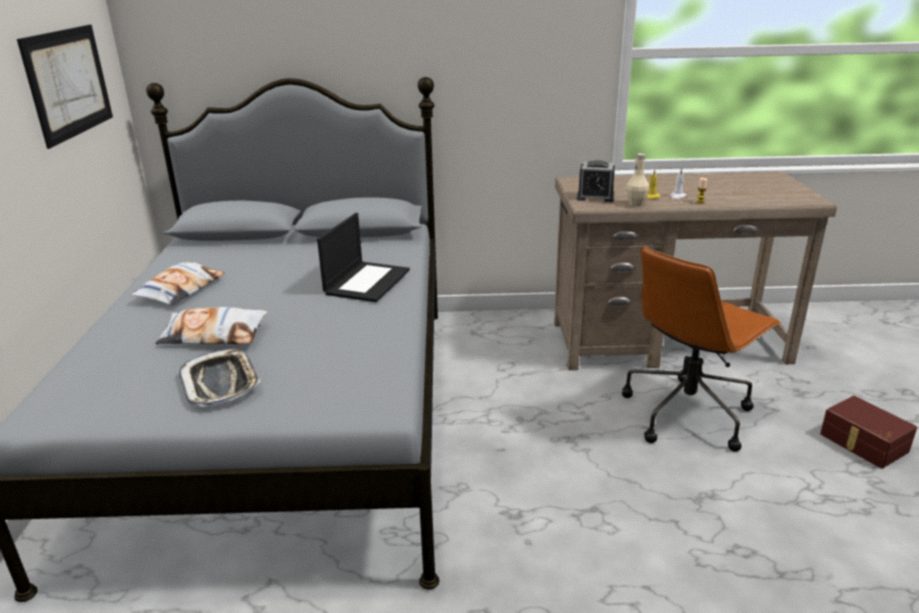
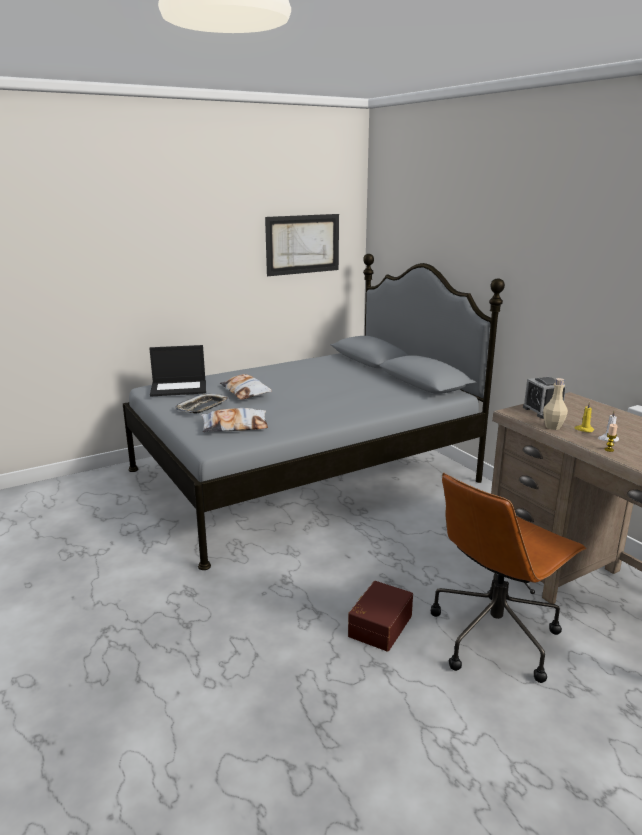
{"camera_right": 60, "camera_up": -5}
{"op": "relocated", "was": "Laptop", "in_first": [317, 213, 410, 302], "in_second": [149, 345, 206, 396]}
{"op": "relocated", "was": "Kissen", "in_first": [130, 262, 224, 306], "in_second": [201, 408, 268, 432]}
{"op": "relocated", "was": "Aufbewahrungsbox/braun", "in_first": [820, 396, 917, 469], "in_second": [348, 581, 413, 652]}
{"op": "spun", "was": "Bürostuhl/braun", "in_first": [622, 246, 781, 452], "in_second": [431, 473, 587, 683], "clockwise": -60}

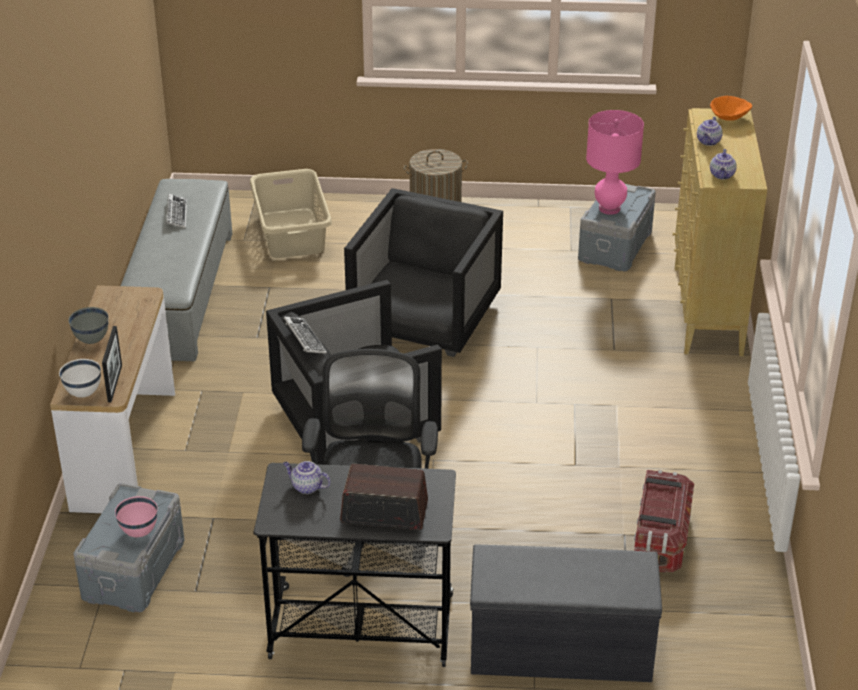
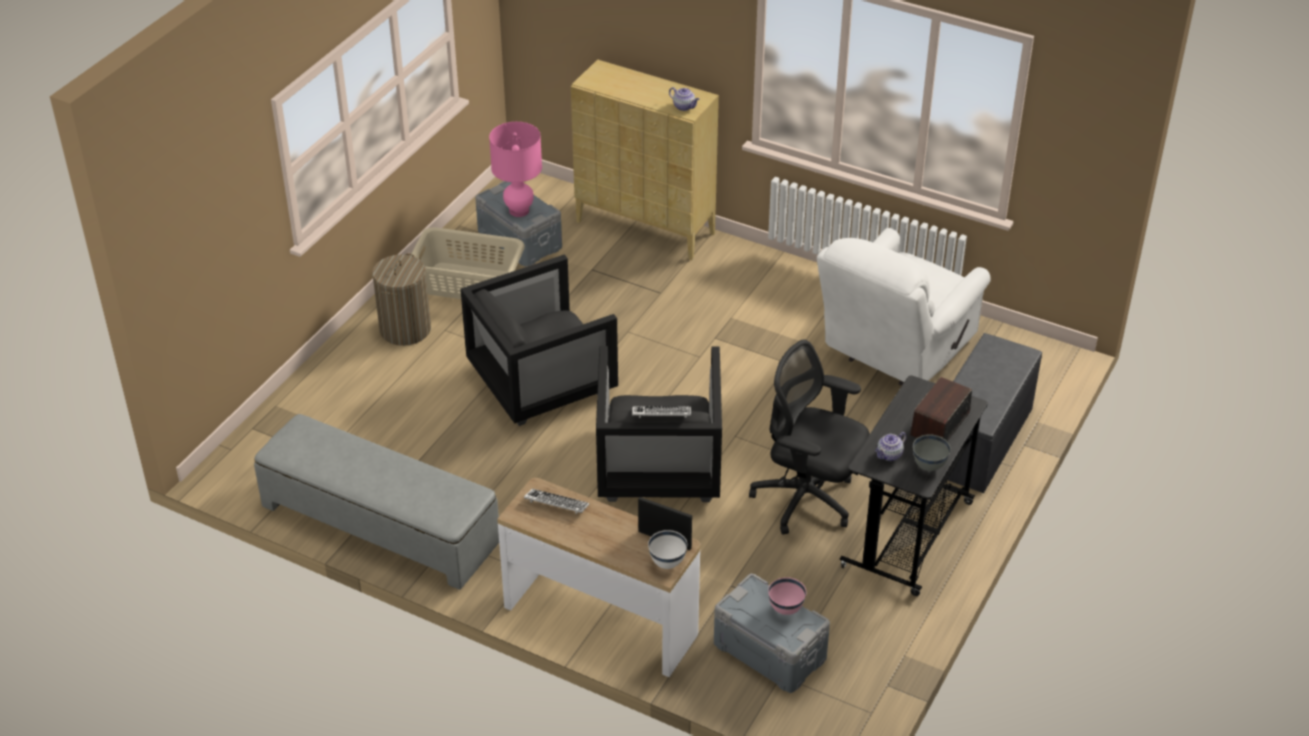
{"camera_right": -65, "camera_up": 5}
{"op": "relocated", "was": "Wäschekorb/beige", "in_first": [250, 169, 332, 258], "in_second": [412, 227, 525, 299]}
{"op": "spun", "was": "Sessel/schwarz", "in_first": [344, 188, 503, 357], "in_second": [460, 255, 618, 426], "clockwise": -75}
{"op": "relocated", "was": "Tastatur", "in_first": [166, 194, 187, 229], "in_second": [524, 489, 589, 514]}
{"op": "exchanged", "was": "Aufbewahrungsbox", "now": "Sessel/weiß", "in_first": [634, 470, 694, 572], "in_second": [817, 228, 990, 385]}
{"op": "relocated", "was": "Schüssel/grau", "in_first": [68, 307, 108, 344], "in_second": [913, 434, 951, 471]}
{"op": "missing", "was": "Teekanne", "in_first": [697, 117, 723, 146]}
{"op": "missing", "was": "Schüssel/orange", "in_first": [710, 96, 752, 121]}

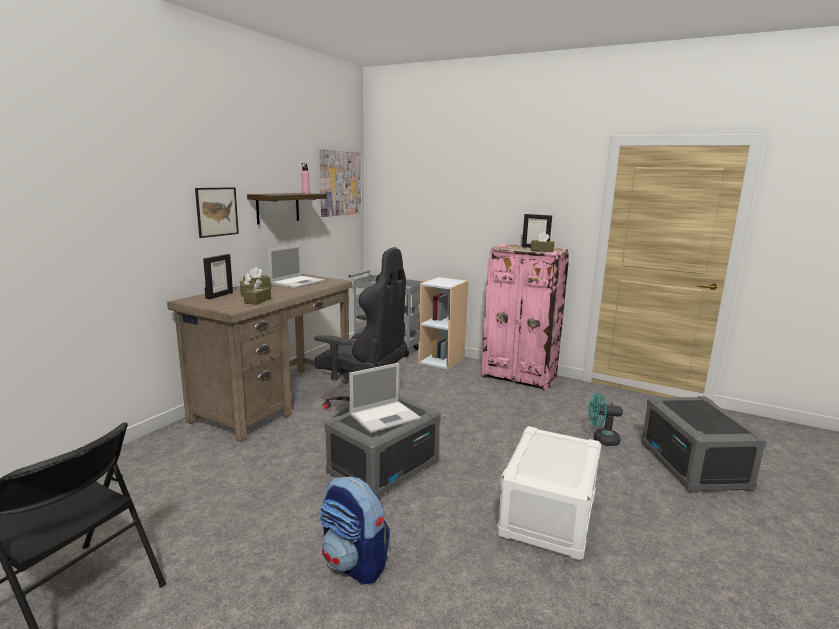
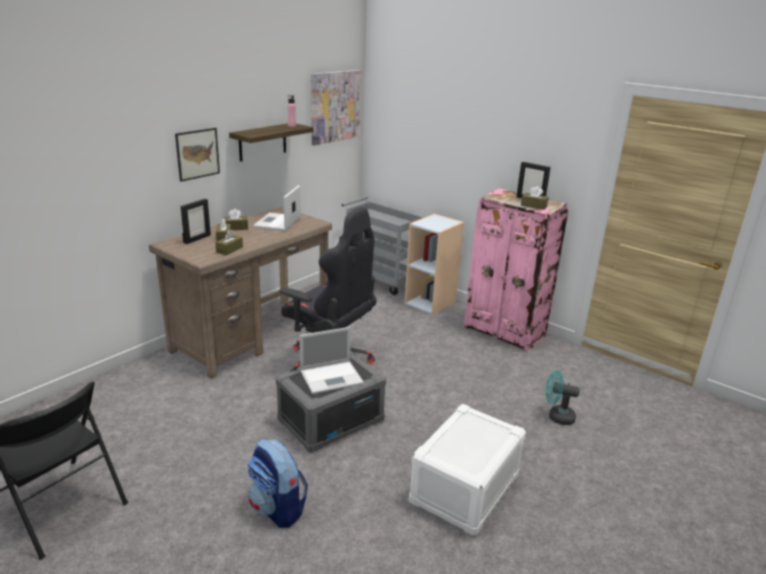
{"camera_right": 10, "camera_up": 10}
{"op": "spun", "was": "Laptop", "in_first": [268, 245, 325, 289], "in_second": [253, 185, 301, 231], "clockwise": 150}
{"op": "missing", "was": "Aufbewahrungsbox/grau", "in_first": [641, 396, 767, 492]}

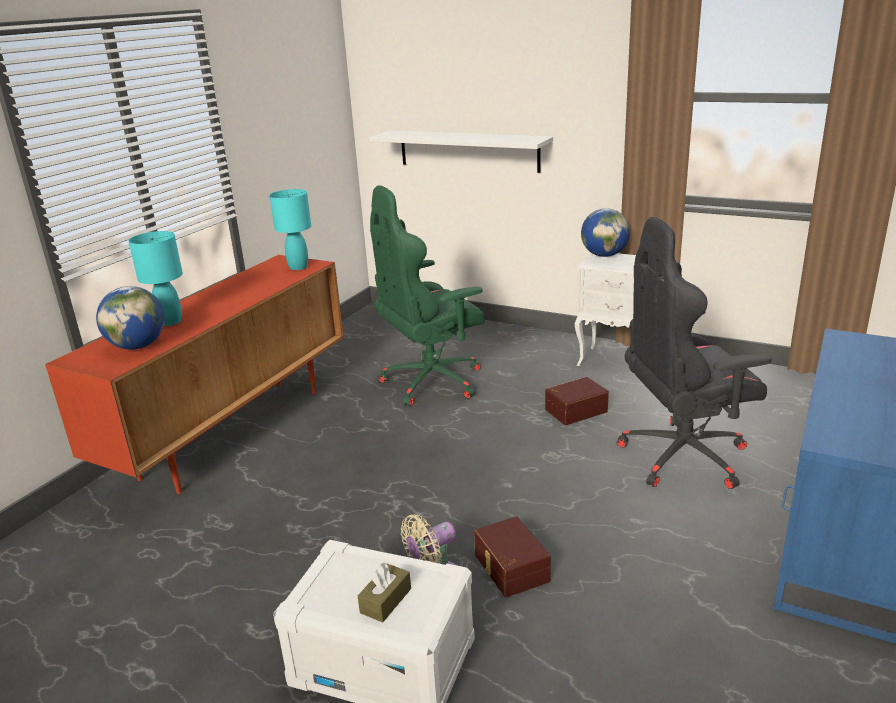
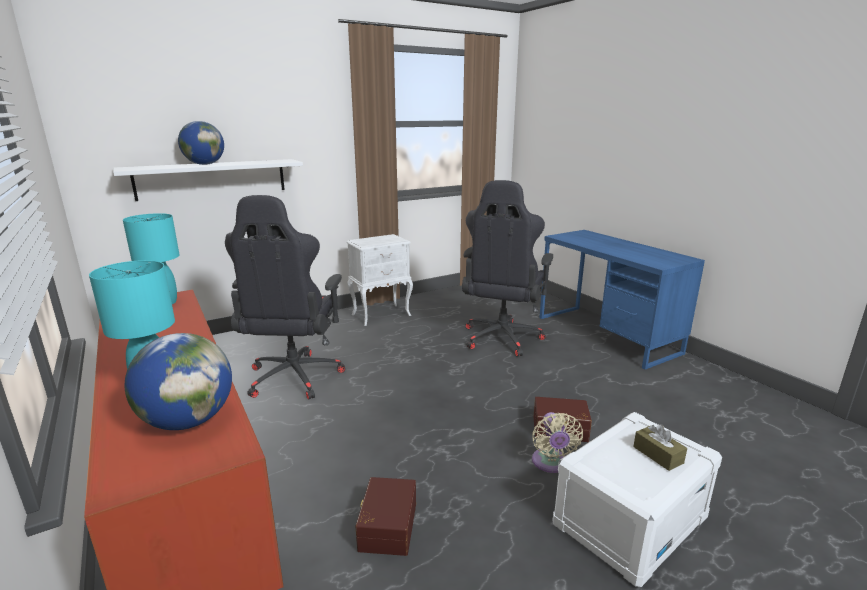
{"camera_right": -60, "camera_up": -5}
{"op": "relocated", "was": "Globus", "in_first": [581, 208, 630, 257], "in_second": [178, 121, 224, 165]}
{"op": "colour", "was": "Bürostuhl/grün", "now": "Bürostuhl/schwarz", "in_first": [370, 185, 485, 406], "in_second": [225, 195, 345, 400]}
{"op": "relocated", "was": "Aufbewahrungsbox/braun", "in_first": [545, 377, 609, 425], "in_second": [356, 477, 416, 556]}

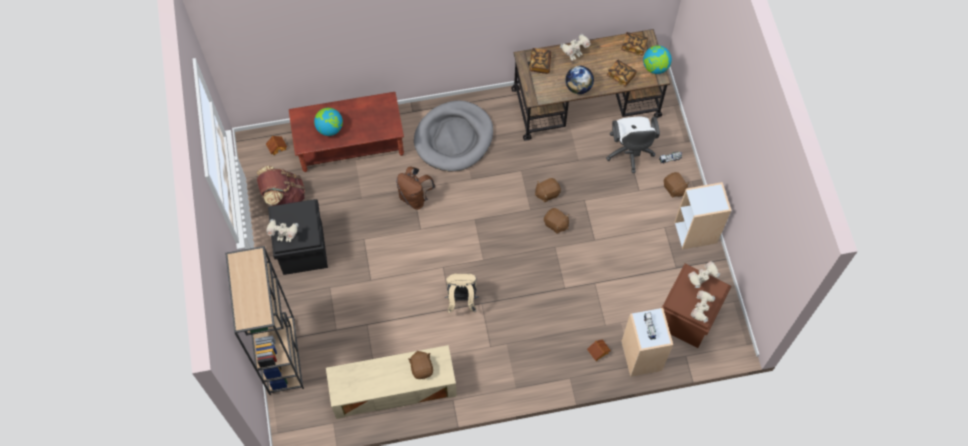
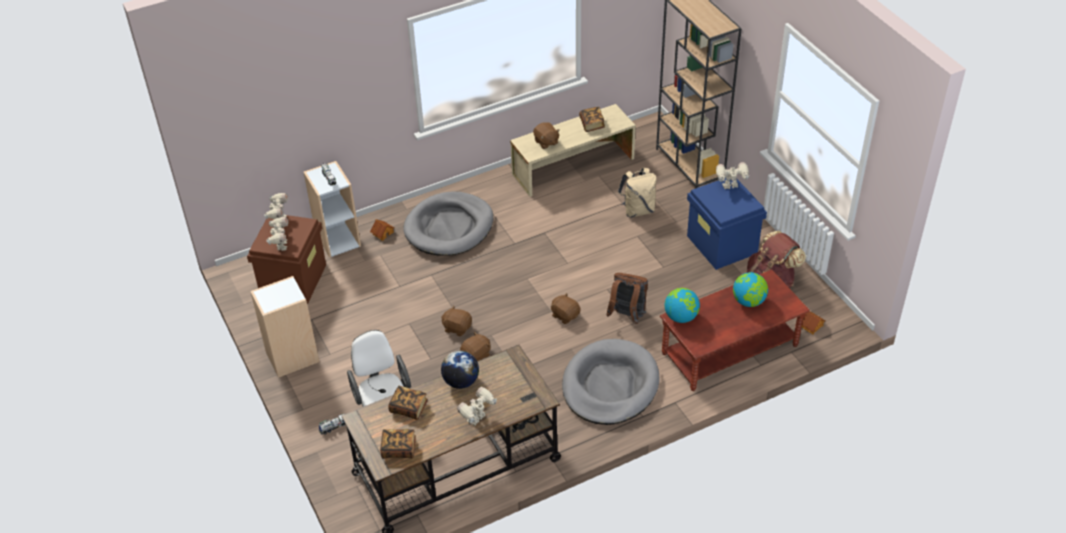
{"camera_right": 165, "camera_up": -20}
{"op": "spun", "was": "Spielzeugroboter", "in_first": [688, 261, 720, 288], "in_second": [266, 217, 288, 251], "clockwise": -45}
{"op": "appeared", "now": "Hundebett/grau", "in_second": [403, 192, 493, 256]}
{"op": "relocated", "was": "Plüschtier/braun", "in_first": [664, 172, 689, 198], "in_second": [551, 293, 581, 324]}
{"op": "relocated", "was": "Buch", "in_first": [529, 48, 551, 74], "in_second": [579, 107, 605, 132]}
{"op": "relocated", "was": "Rucksack/beige", "in_first": [445, 273, 479, 313], "in_second": [618, 168, 657, 218]}
{"op": "relocated", "was": "Globus", "in_first": [643, 45, 672, 74], "in_second": [664, 288, 700, 323]}
{"op": "colour", "was": "Aufbewahrungsbox/schwarz", "now": "Aufbewahrungsbox/blau", "in_first": [268, 199, 328, 275], "in_second": [687, 178, 767, 270]}

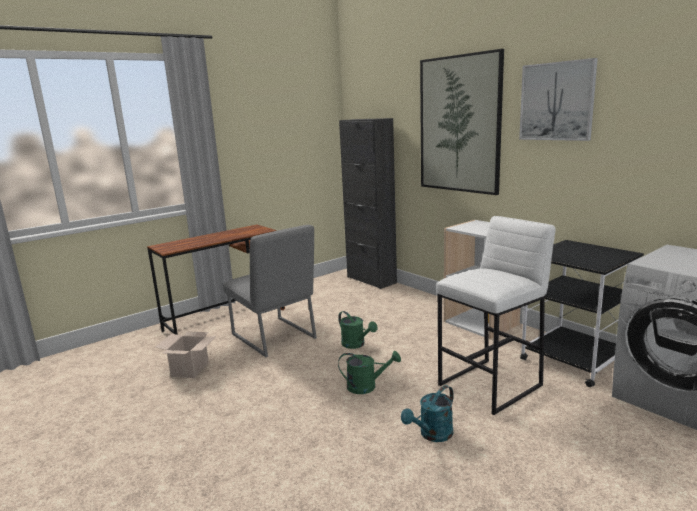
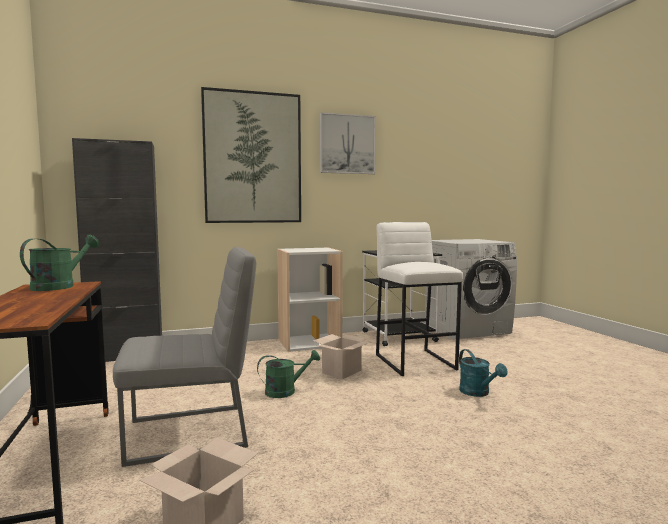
{"camera_right": -70, "camera_up": -10}
{"op": "relocated", "was": "Gießkanne/grün", "in_first": [338, 351, 401, 394], "in_second": [20, 235, 99, 291]}
{"op": "appeared", "now": "Karton", "in_second": [313, 334, 371, 379]}

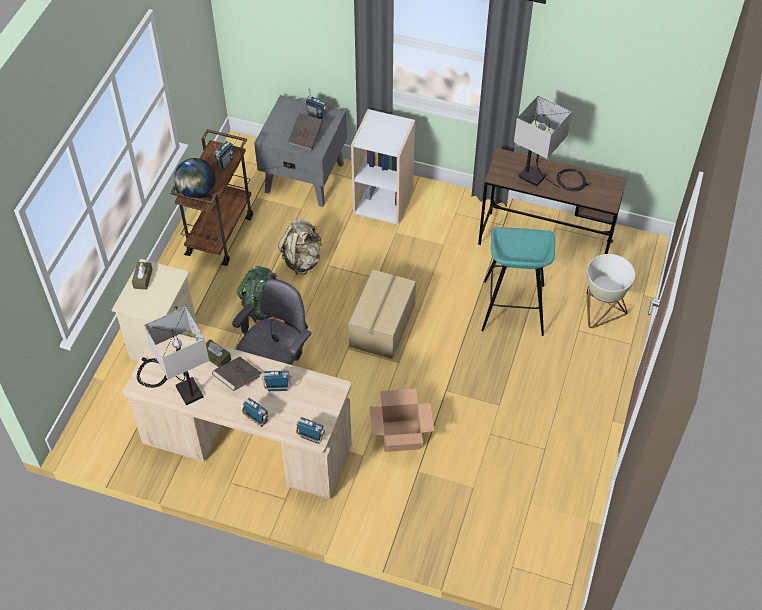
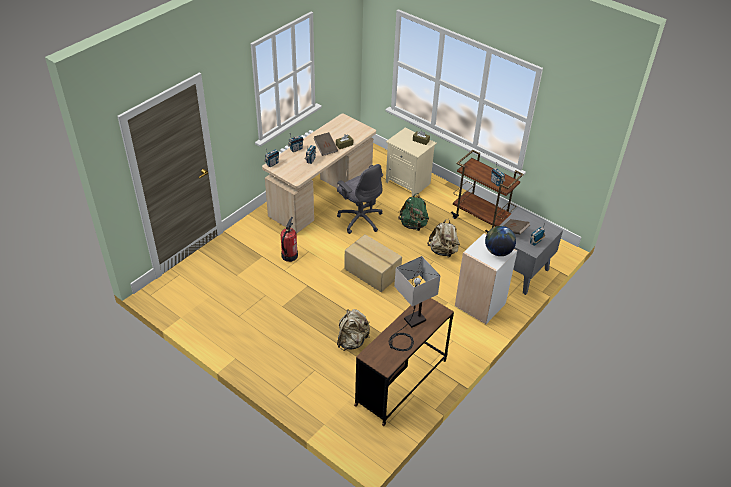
{"camera_right": 110, "camera_up": -10}
{"op": "exchanged", "was": "Karton", "now": "Feuerlöscher", "in_first": [370, 389, 434, 452], "in_second": [281, 217, 298, 262]}
{"op": "exchanged", "was": "Hocker/türkis", "now": "Rucksack/beige", "in_first": [481, 227, 555, 336], "in_second": [337, 309, 370, 351]}
{"op": "relocated", "was": "Globus", "in_first": [174, 158, 216, 199], "in_second": [485, 226, 516, 256]}
{"op": "missing", "was": "Tischlampe", "in_first": [137, 307, 209, 405]}
{"op": "missing", "was": "Pflanzkübel", "in_first": [586, 254, 635, 328]}

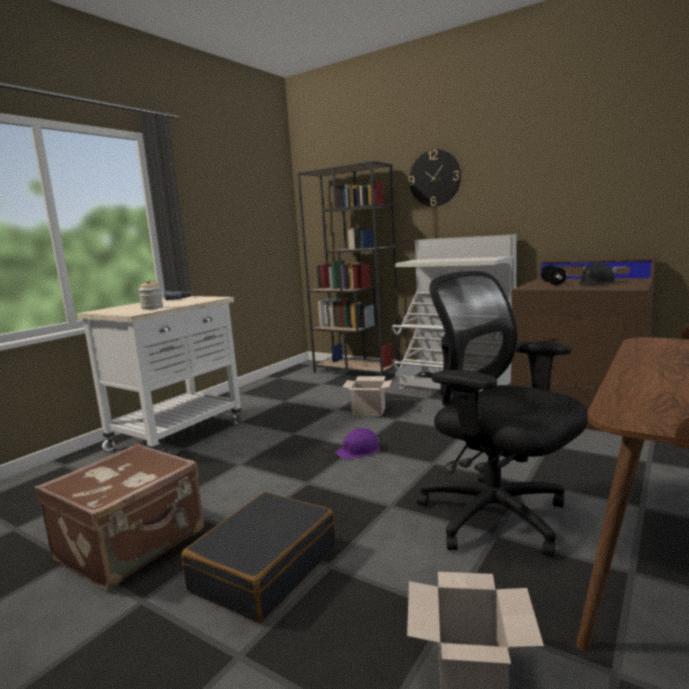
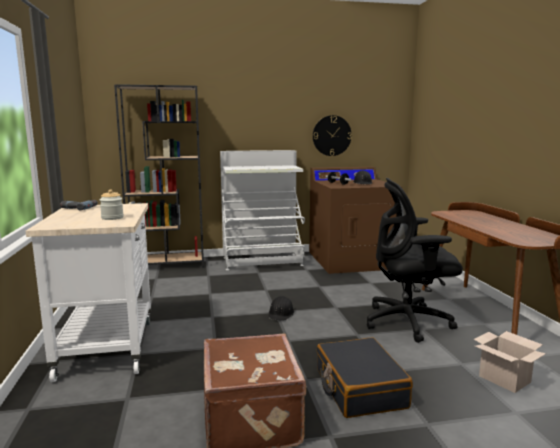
{"camera_right": -45, "camera_up": 0}
{"op": "colour", "was": "Schutzhelm/lila", "now": "Schutzhelm/schwarz", "in_first": [335, 428, 380, 459], "in_second": [269, 296, 294, 321]}
{"op": "relocated", "was": "Wanduhr", "in_first": [409, 149, 461, 207], "in_second": [313, 115, 352, 156]}
{"op": "missing", "was": "Karton", "in_first": [342, 376, 392, 416]}

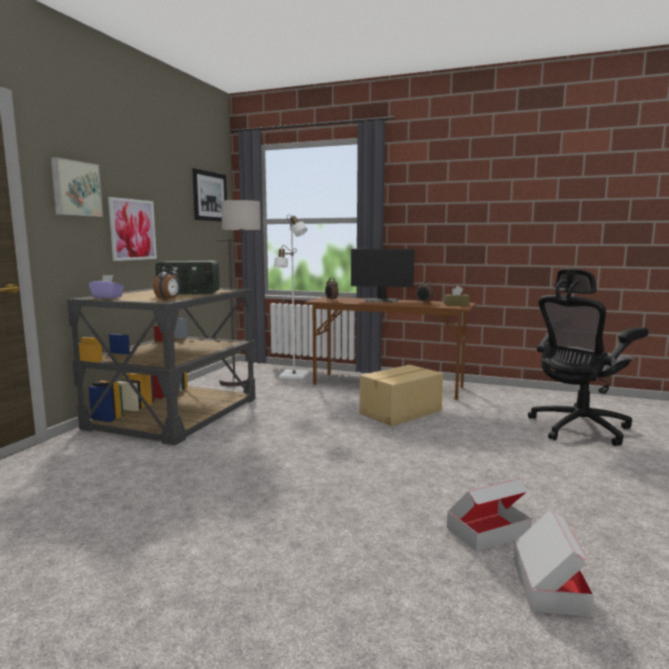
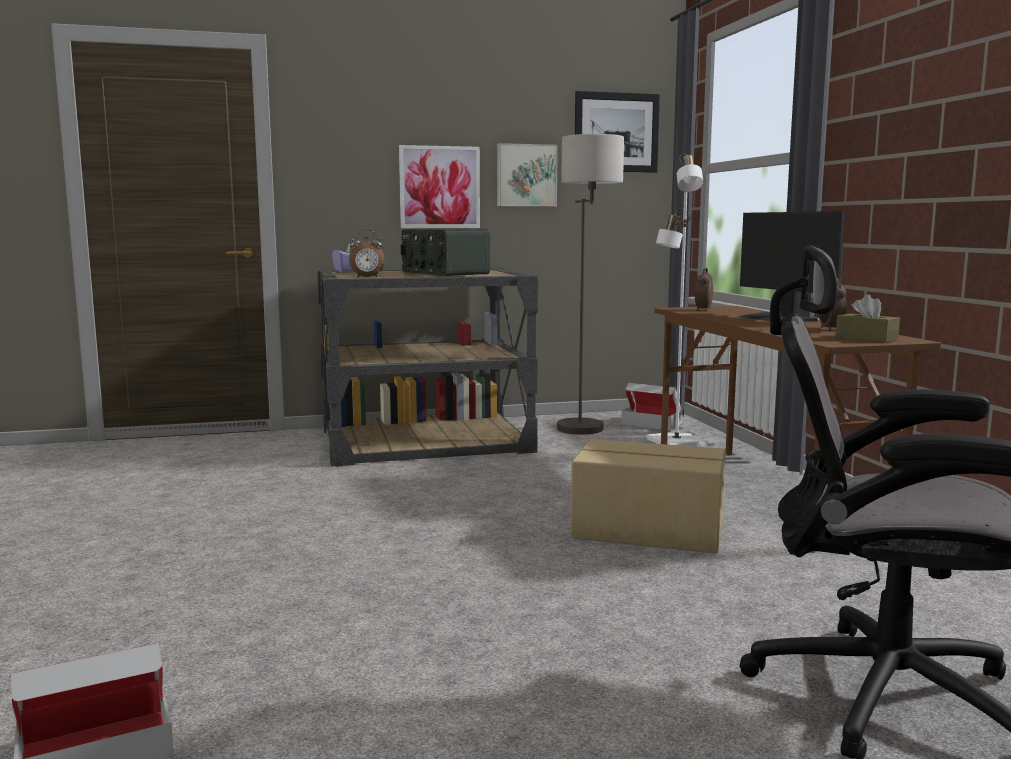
{"camera_right": 55, "camera_up": 0}
{"op": "relocated", "was": "Bild", "in_first": [51, 157, 103, 217], "in_second": [497, 143, 558, 207]}
{"op": "relocated", "was": "Karton", "in_first": [447, 478, 532, 552], "in_second": [621, 383, 683, 431]}

